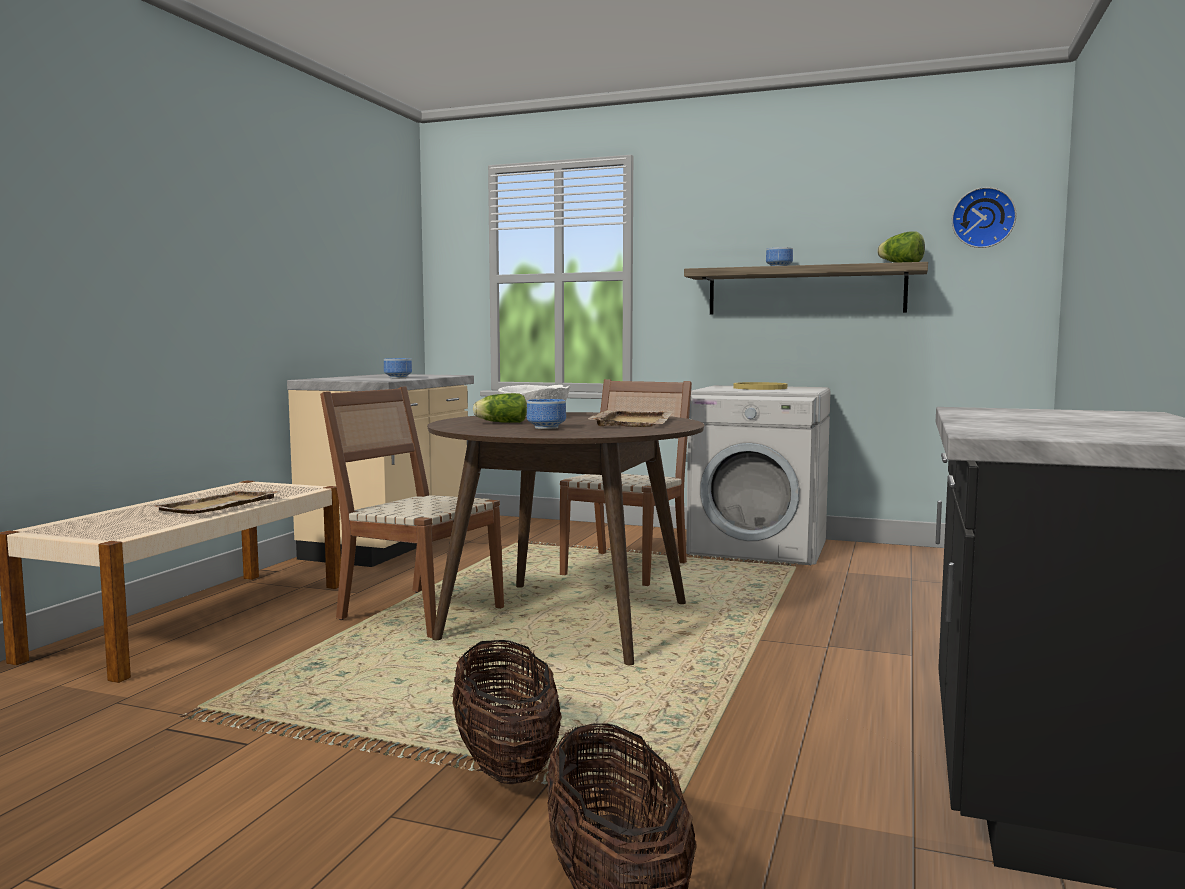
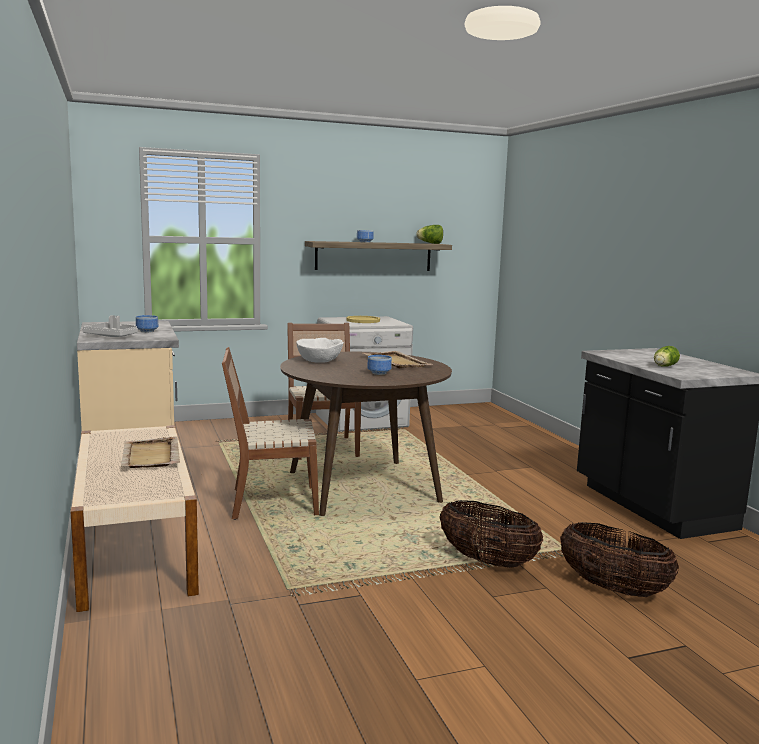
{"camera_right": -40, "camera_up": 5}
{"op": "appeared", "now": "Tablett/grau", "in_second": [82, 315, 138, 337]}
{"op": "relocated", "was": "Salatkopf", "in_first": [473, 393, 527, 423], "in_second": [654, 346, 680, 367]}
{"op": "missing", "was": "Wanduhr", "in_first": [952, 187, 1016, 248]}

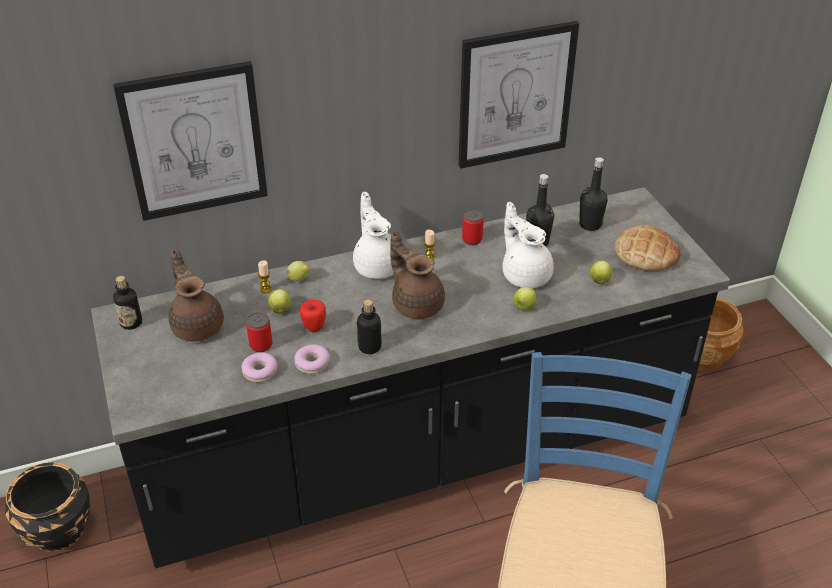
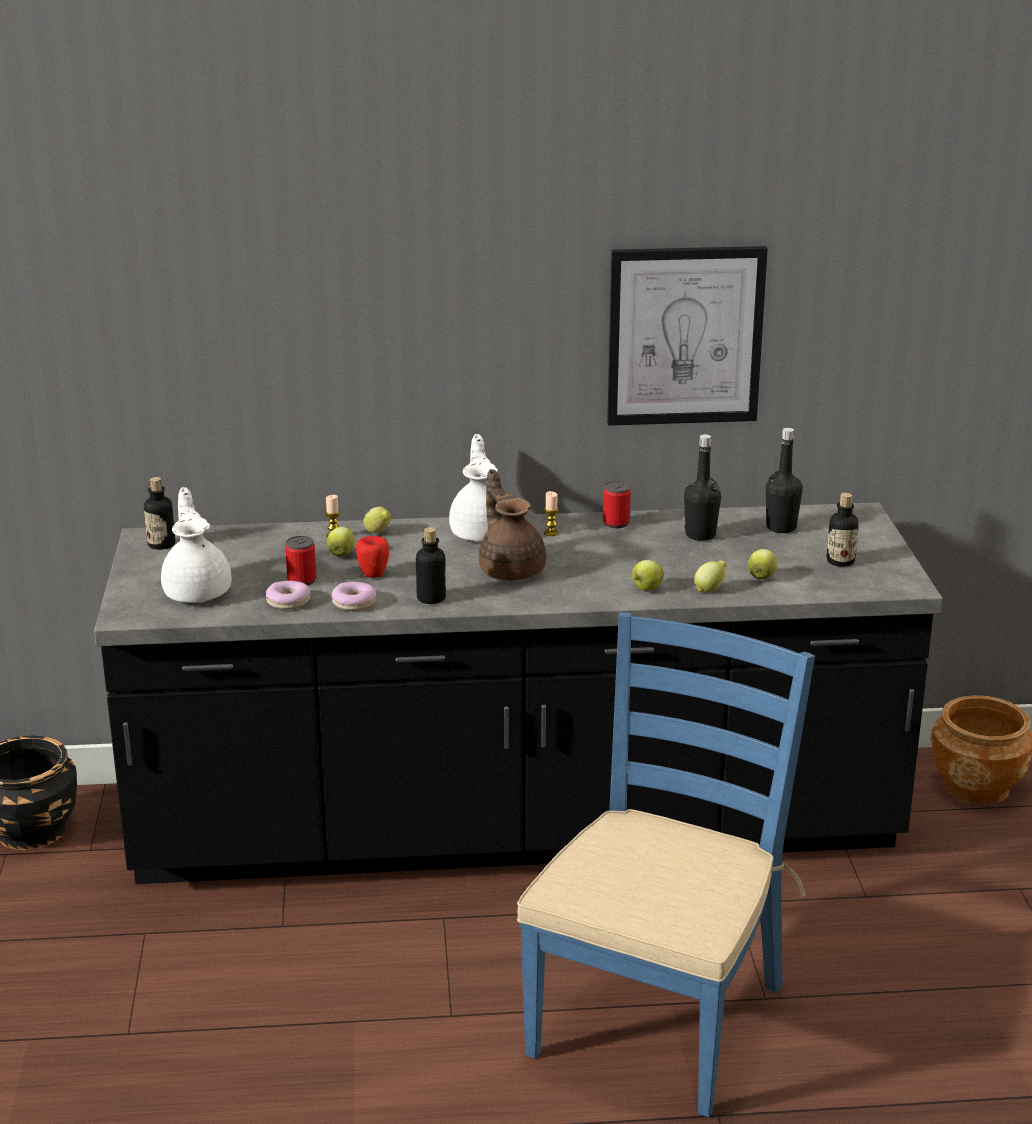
{"camera_right": 15, "camera_up": -15}
{"op": "relocated", "was": "Teekanne/weiß", "in_first": [502, 202, 554, 288], "in_second": [161, 487, 232, 603]}
{"op": "appeared", "now": "Zitrone", "in_second": [694, 561, 727, 592]}
{"op": "exchanged", "was": "Brot", "now": "Flasche", "in_first": [614, 225, 681, 271], "in_second": [826, 493, 859, 567]}
{"op": "missing", "was": "Bild", "in_first": [113, 61, 268, 221]}
{"op": "missing", "was": "Teekanne/braun", "in_first": [169, 249, 224, 341]}

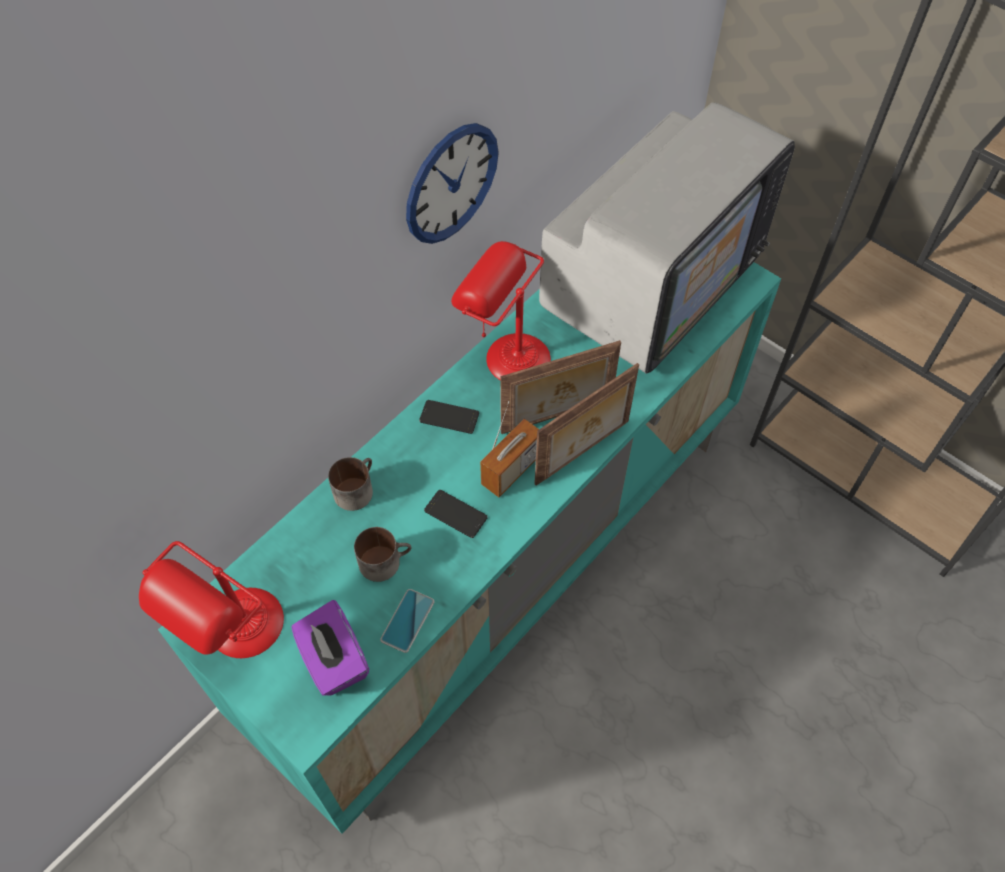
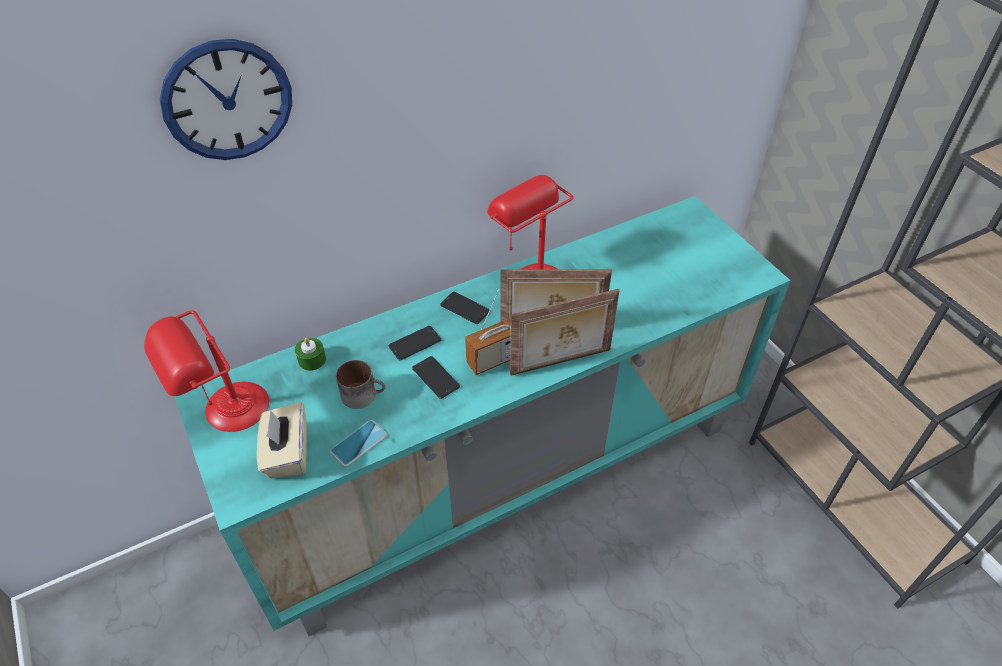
{"camera_right": 20, "camera_up": -10}
{"op": "relocated", "was": "Wanduhr", "in_first": [406, 123, 499, 244], "in_second": [160, 39, 292, 160]}
{"op": "colour", "was": "Taschentuchbox/lila", "now": "Taschentuchbox/beige", "in_first": [291, 600, 369, 696], "in_second": [257, 402, 307, 478]}
{"op": "appeared", "now": "Kerze/grün", "in_second": [295, 338, 326, 371]}
{"op": "appeared", "now": "Handy", "in_second": [388, 326, 441, 360]}
{"op": "missing", "was": "Henkelbecher", "in_first": [328, 457, 373, 511]}
{"op": "missing", "was": "Fernseher", "in_first": [539, 102, 795, 374]}

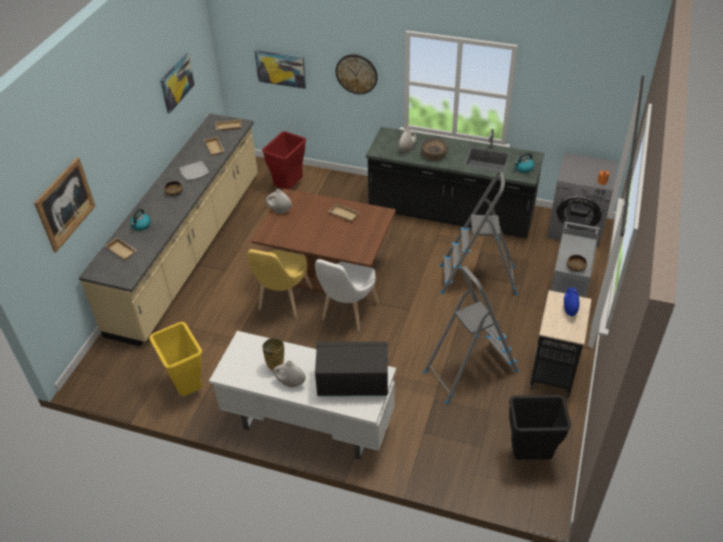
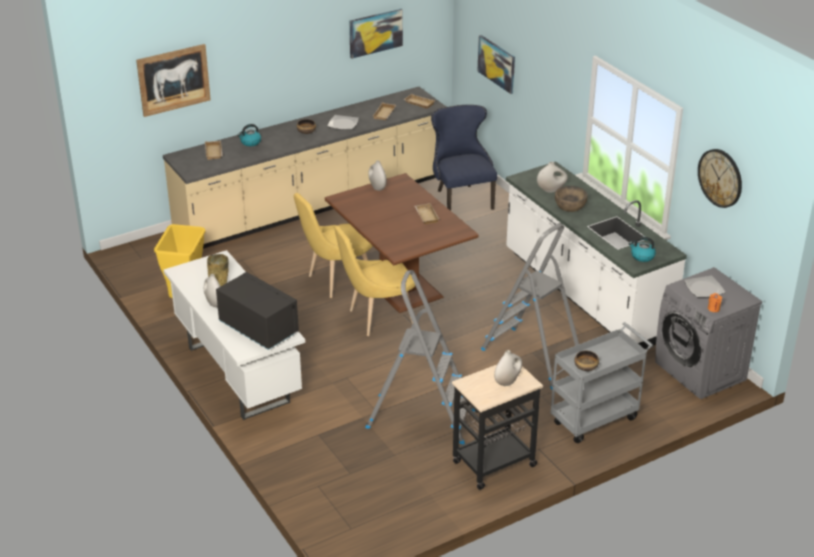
{"camera_right": 40, "camera_up": -10}
{"op": "colour", "was": "Stuhl/weiß", "now": "Stuhl/gelb", "in_first": [315, 259, 379, 332], "in_second": [334, 225, 415, 336]}
{"op": "exchanged", "was": "Mülleimer/rot", "now": "Stuhl/blau", "in_first": [262, 131, 306, 190], "in_second": [431, 105, 497, 211]}
{"op": "colour", "was": "Vase/blau", "now": "Vase/weiß", "in_first": [564, 287, 580, 316], "in_second": [494, 350, 522, 386]}
{"op": "colour", "was": "Küchenzeile/schwarz", "now": "Küchenzeile/weiß", "in_first": [366, 127, 544, 238], "in_second": [506, 161, 687, 349]}
{"op": "appeared", "now": "Teller", "in_second": [684, 276, 725, 297]}
{"op": "relocated", "was": "Wanduhr", "in_first": [336, 54, 378, 94], "in_second": [698, 149, 742, 208]}
{"op": "missing", "was": "Mülleimer/schwarz", "in_first": [509, 395, 571, 460]}

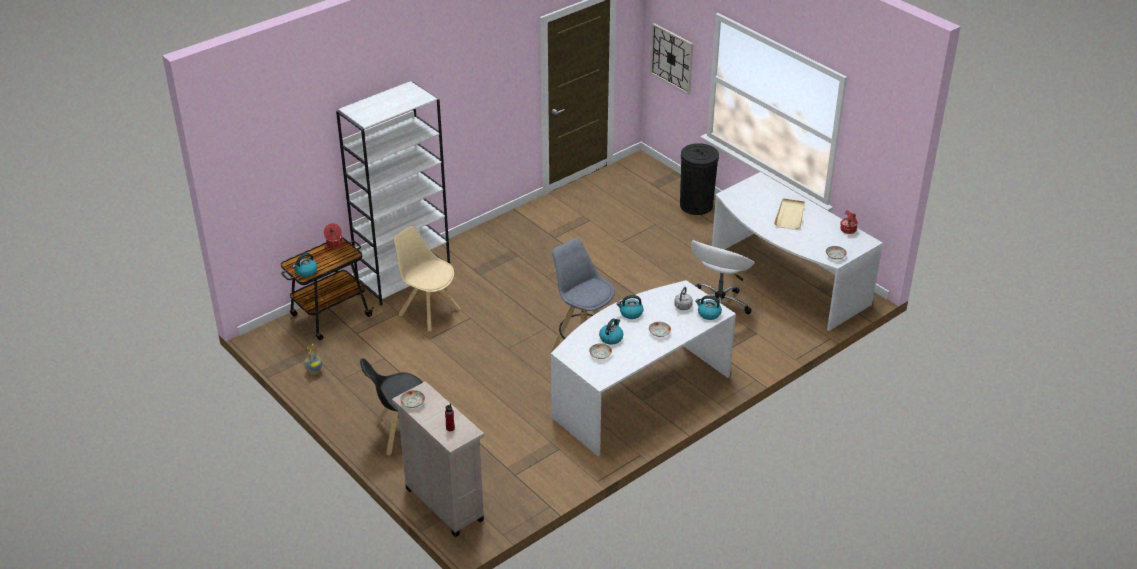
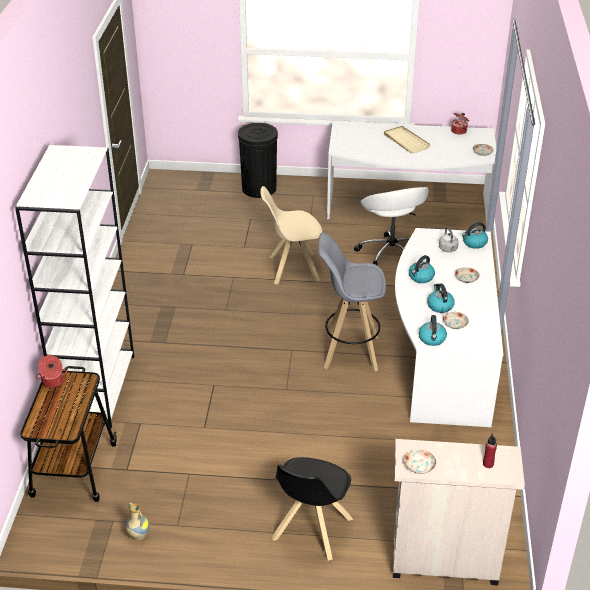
{"camera_right": -45, "camera_up": 0}
{"op": "relocated", "was": "Stuhl/beige", "in_first": [394, 226, 460, 332], "in_second": [261, 186, 322, 285]}
{"op": "relocated", "was": "Wasserkessel", "in_first": [292, 253, 317, 277], "in_second": [419, 315, 447, 346]}
{"op": "missing", "was": "Wanduhr", "in_first": [650, 23, 693, 95]}

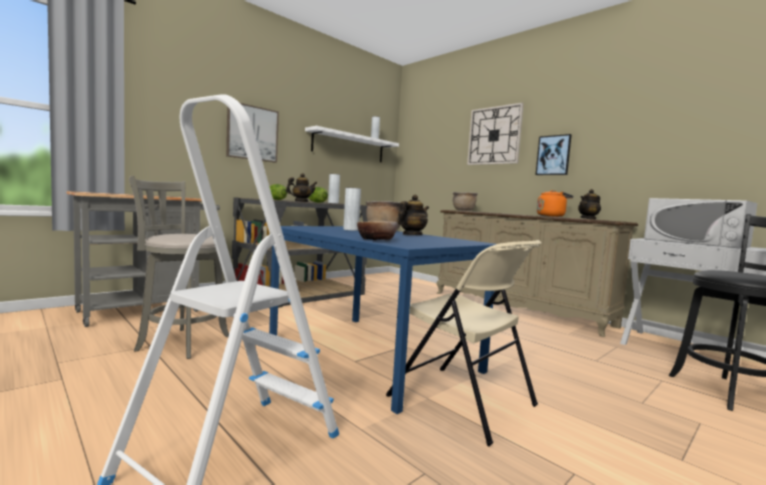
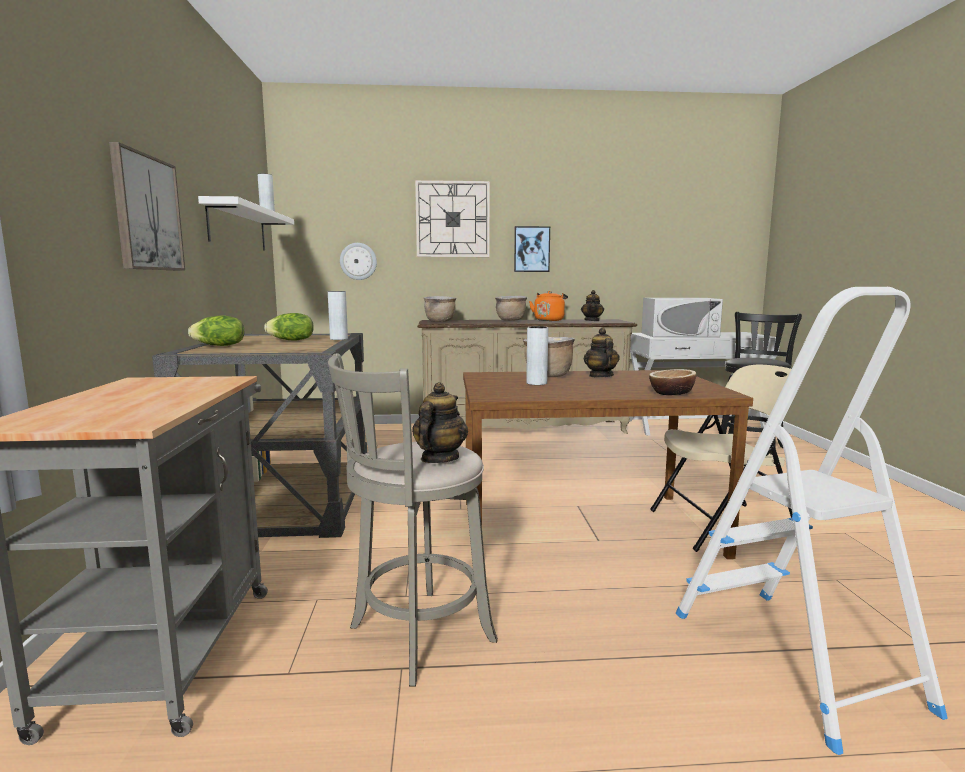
{"camera_right": -50, "camera_up": 5}
{"op": "appeared", "now": "Wanduhr", "in_second": [340, 243, 377, 280]}
{"op": "relocated", "was": "Teekanne", "in_first": [286, 173, 317, 202], "in_second": [412, 382, 468, 463]}
{"op": "colour", "was": "Esstisch/blau", "now": "Esstisch/braun", "in_first": [269, 226, 496, 414], "in_second": [463, 370, 753, 559]}
{"op": "appeared", "now": "Kochtopf/braun", "in_second": [495, 296, 528, 321]}

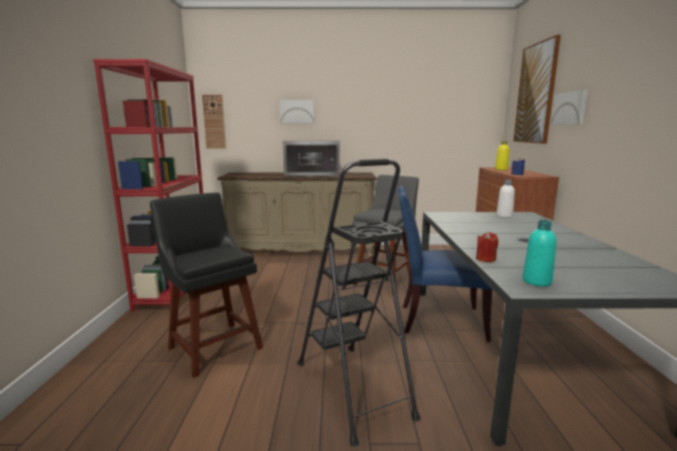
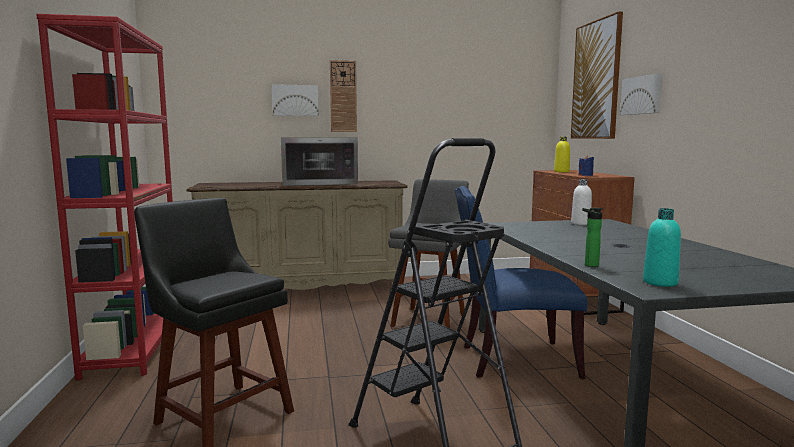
{"camera_right": -10, "camera_up": -5}
{"op": "relocated", "was": "Wanduhr", "in_first": [202, 94, 226, 149], "in_second": [330, 60, 357, 132]}
{"op": "exchanged", "was": "Kerze/rot", "now": "Flasche", "in_first": [476, 232, 498, 262], "in_second": [582, 208, 603, 267]}

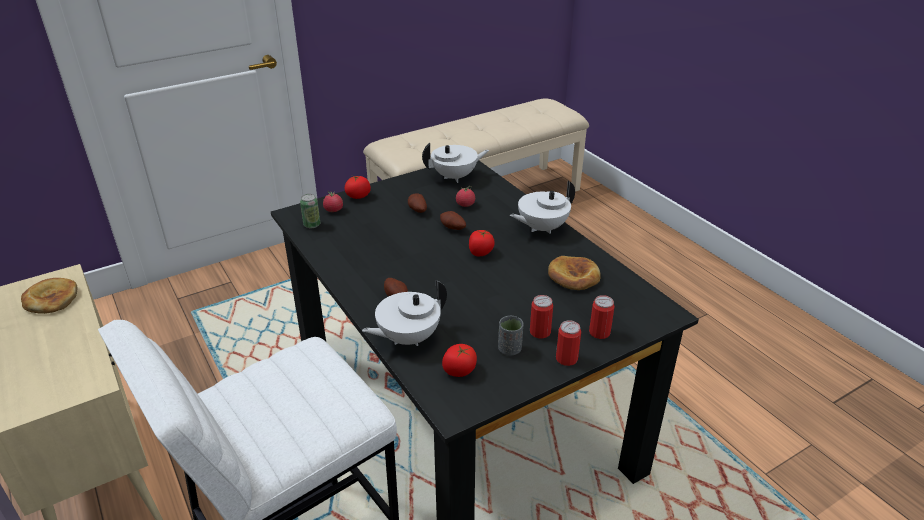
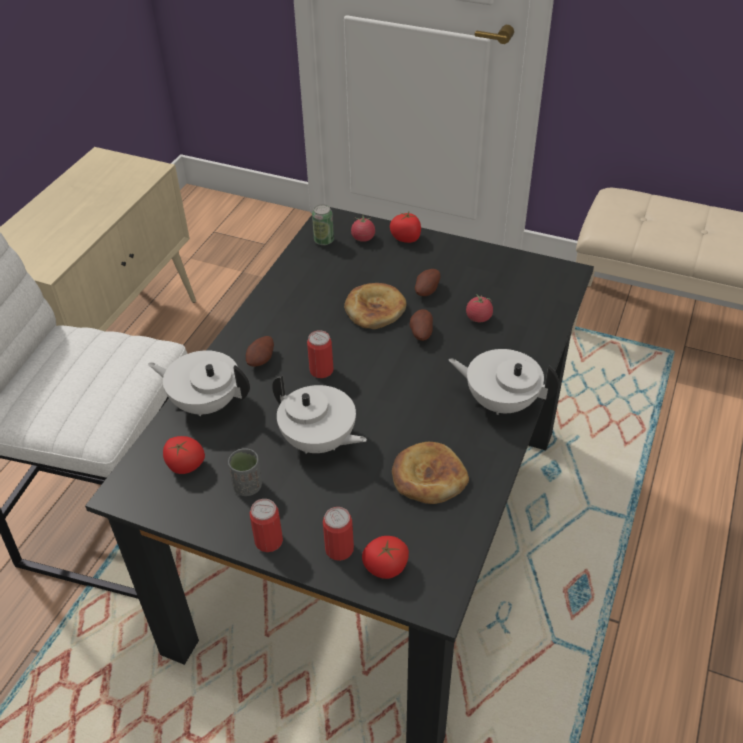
{"camera_right": 55, "camera_up": 10}
{"op": "relocated", "was": "Teekanne/weiß", "in_first": [422, 143, 489, 183], "in_second": [272, 375, 367, 454]}
{"op": "relocated", "was": "Dose", "in_first": [530, 295, 553, 339], "in_second": [307, 330, 333, 378]}
{"op": "relocated", "was": "Brot", "in_first": [21, 278, 77, 314], "in_second": [344, 283, 406, 329]}
{"op": "relocated", "was": "Tomate", "in_first": [469, 230, 495, 256], "in_second": [362, 536, 409, 579]}

